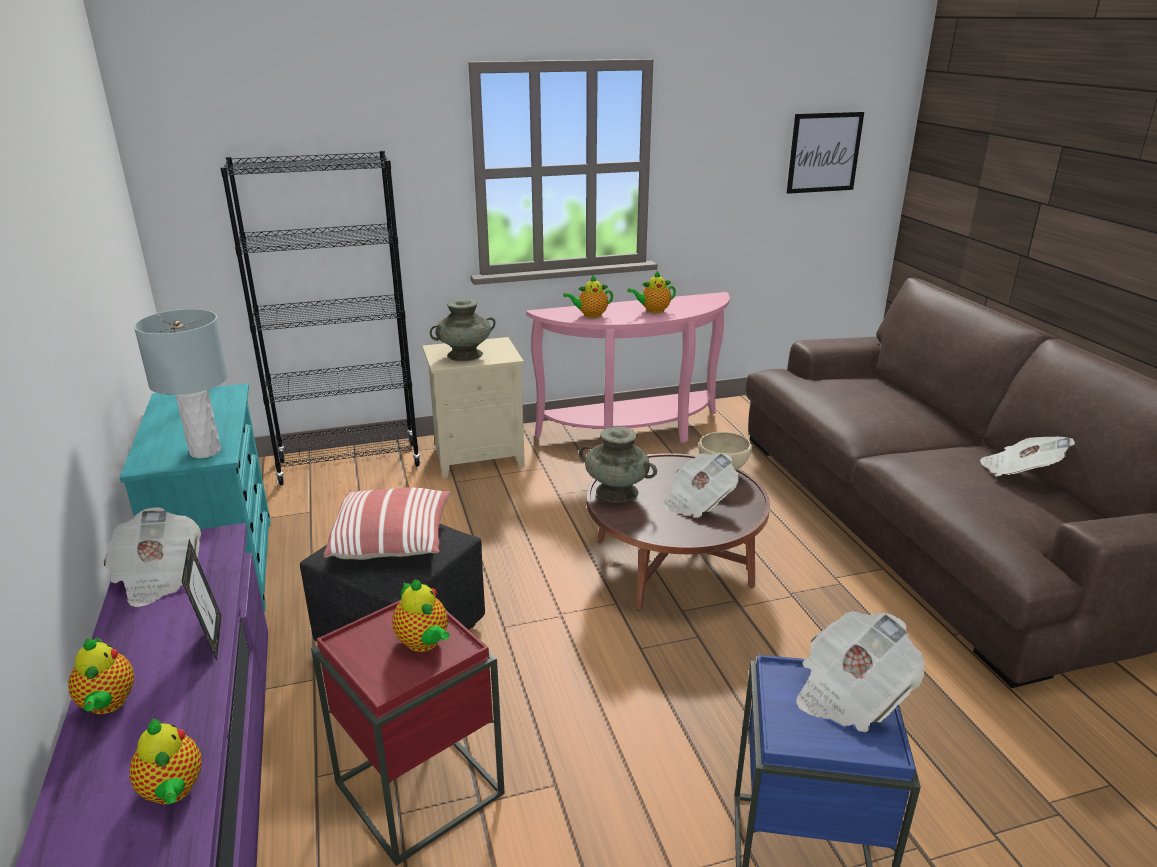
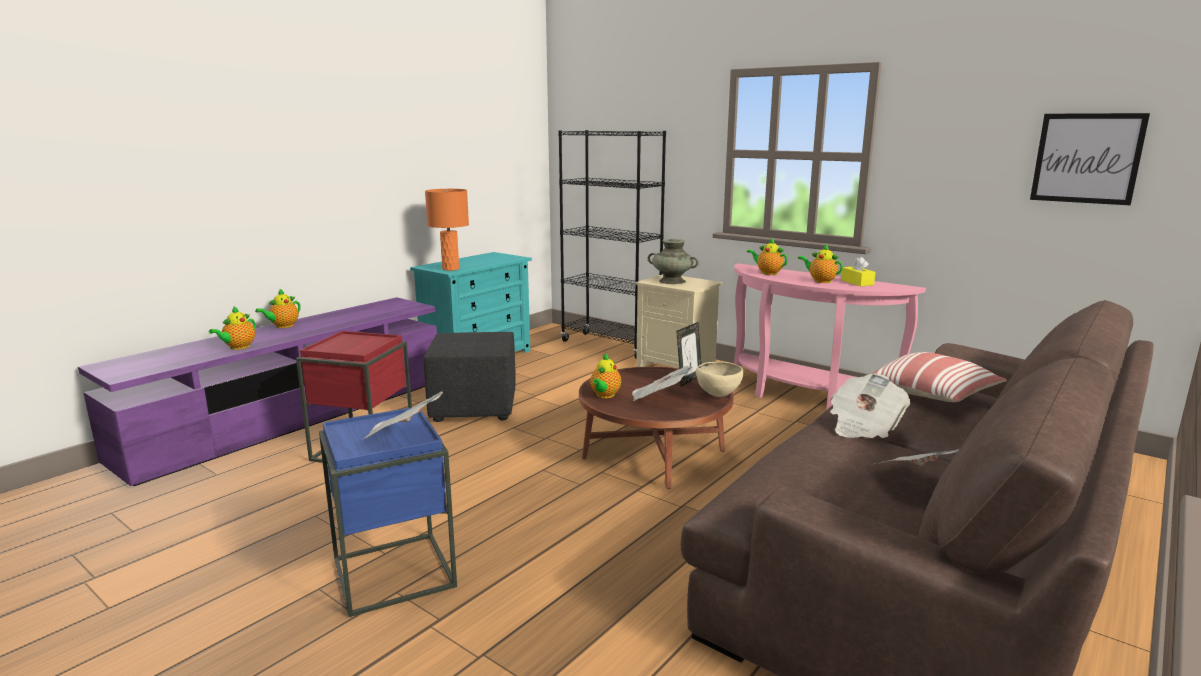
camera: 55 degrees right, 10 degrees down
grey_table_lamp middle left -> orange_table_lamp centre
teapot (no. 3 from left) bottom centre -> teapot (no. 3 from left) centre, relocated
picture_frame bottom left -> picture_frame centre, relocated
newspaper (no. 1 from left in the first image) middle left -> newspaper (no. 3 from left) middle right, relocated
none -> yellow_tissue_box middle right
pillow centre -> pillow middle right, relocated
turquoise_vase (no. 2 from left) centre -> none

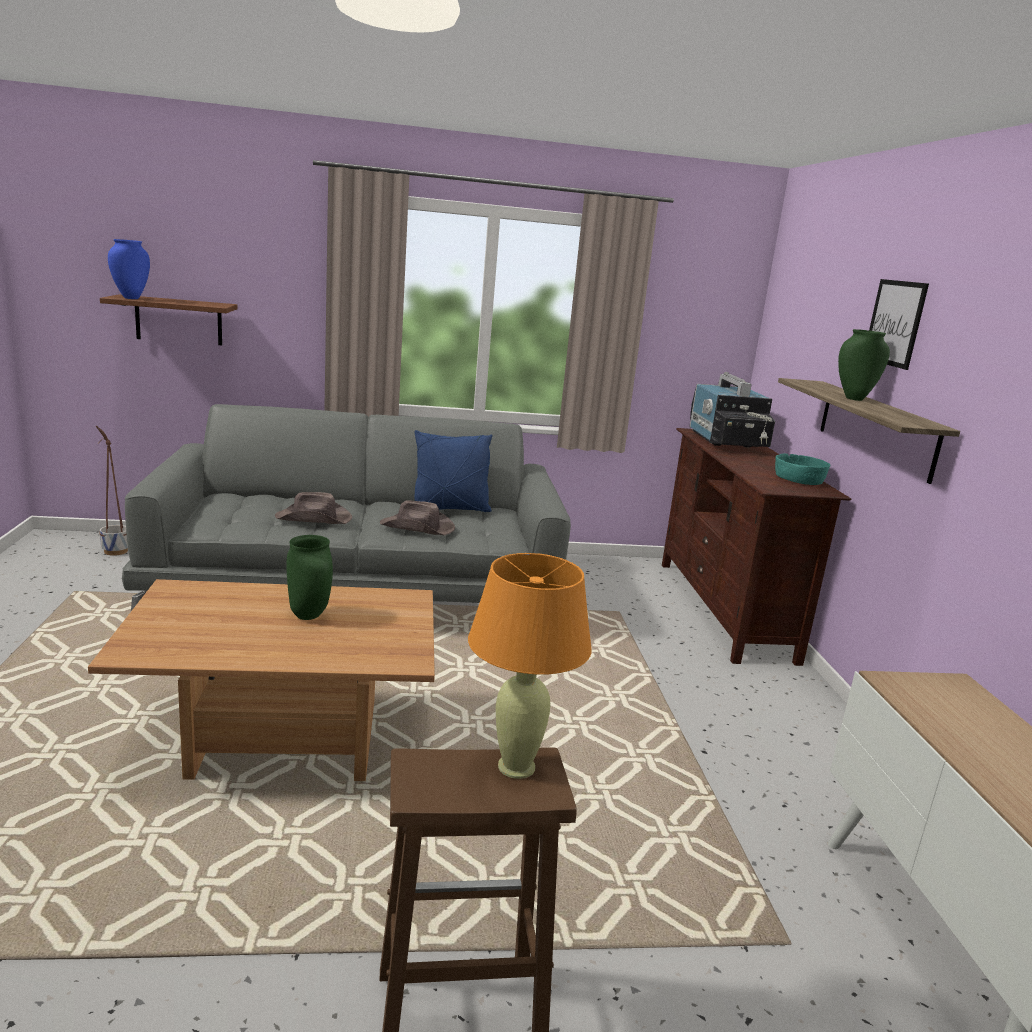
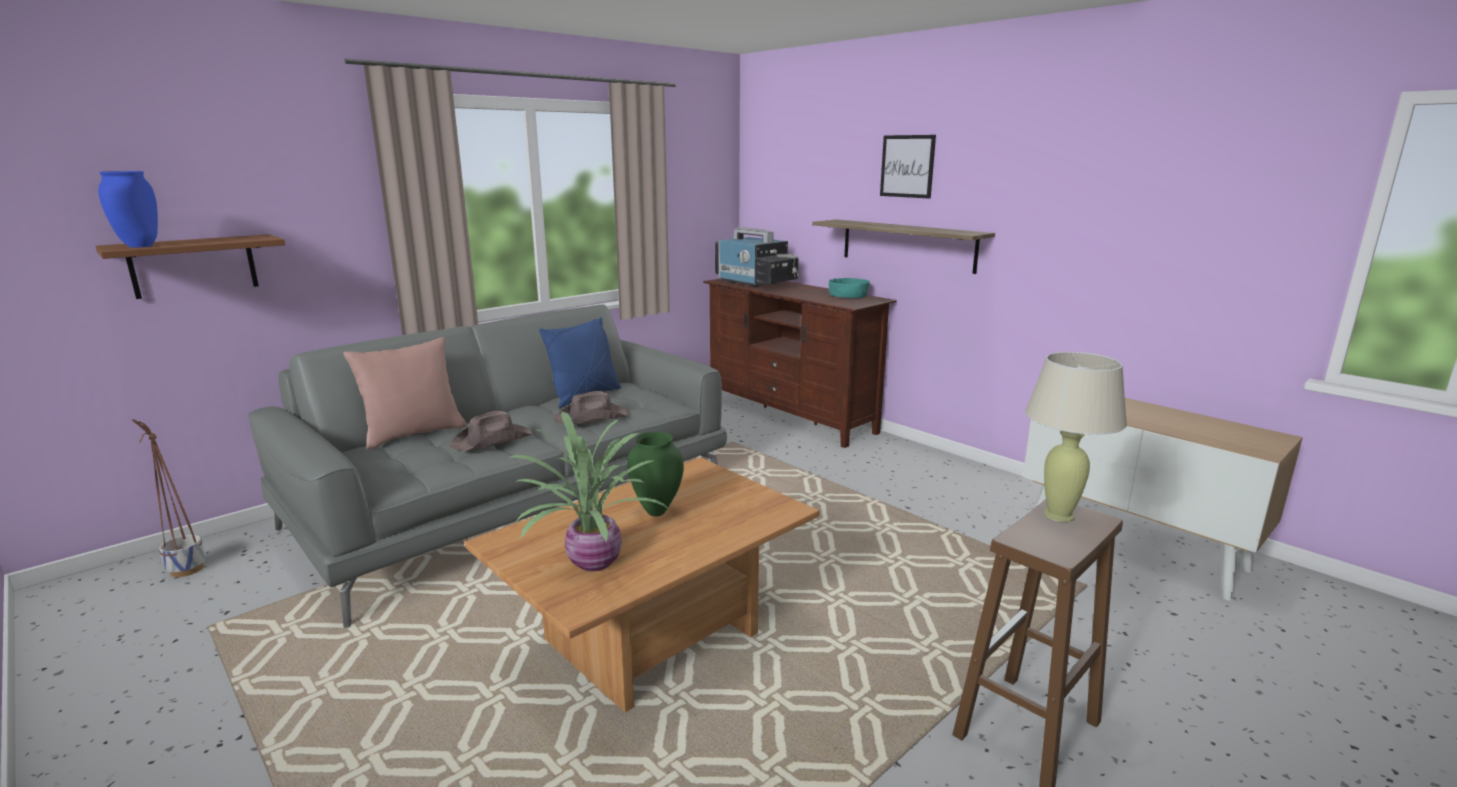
camera: 35 degrees left, 0 degrees up
none -> pink_pillow middle left
none -> potted_plant centre
orange_table_lamp centre -> beige_table_lamp middle right
green_vase (no. 2 from left) middle right -> none

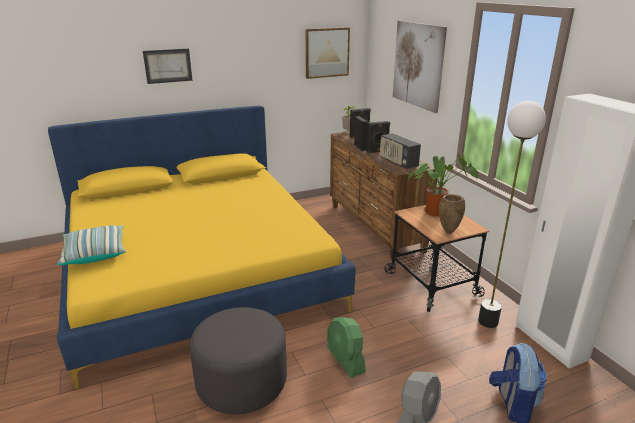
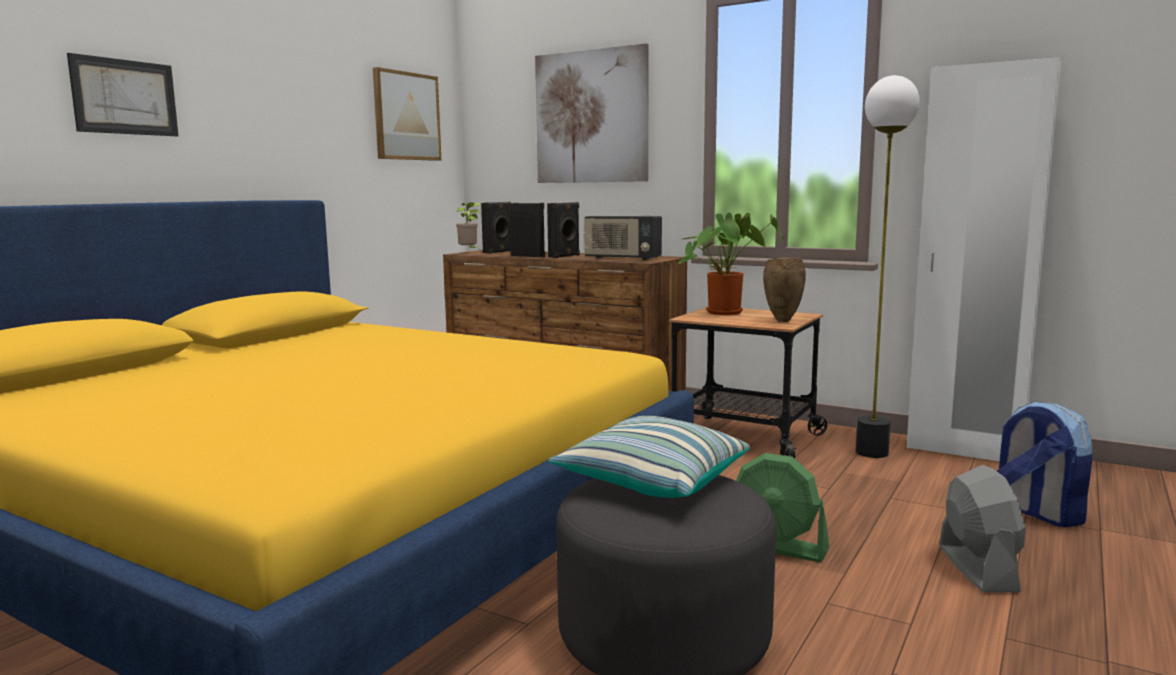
camera: 35 degrees left, 15 degrees down
pillow middle left -> pillow bottom centre, relocated

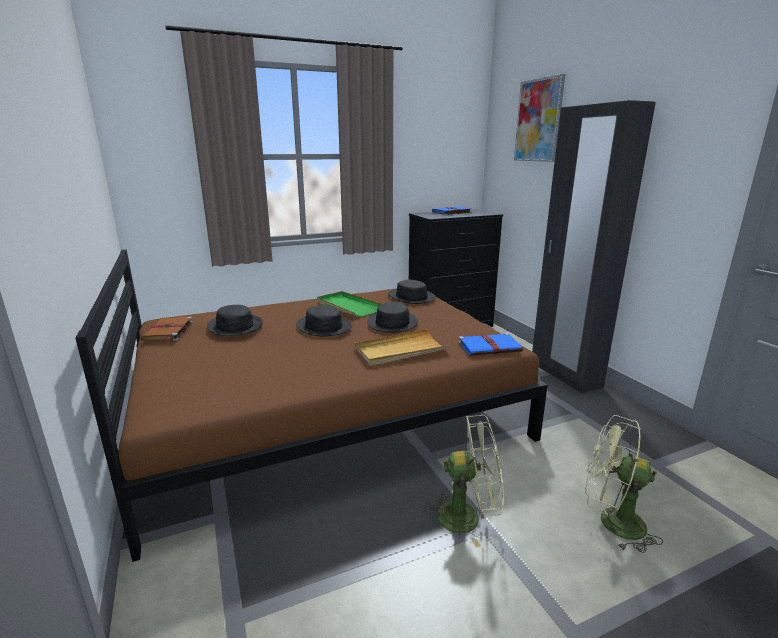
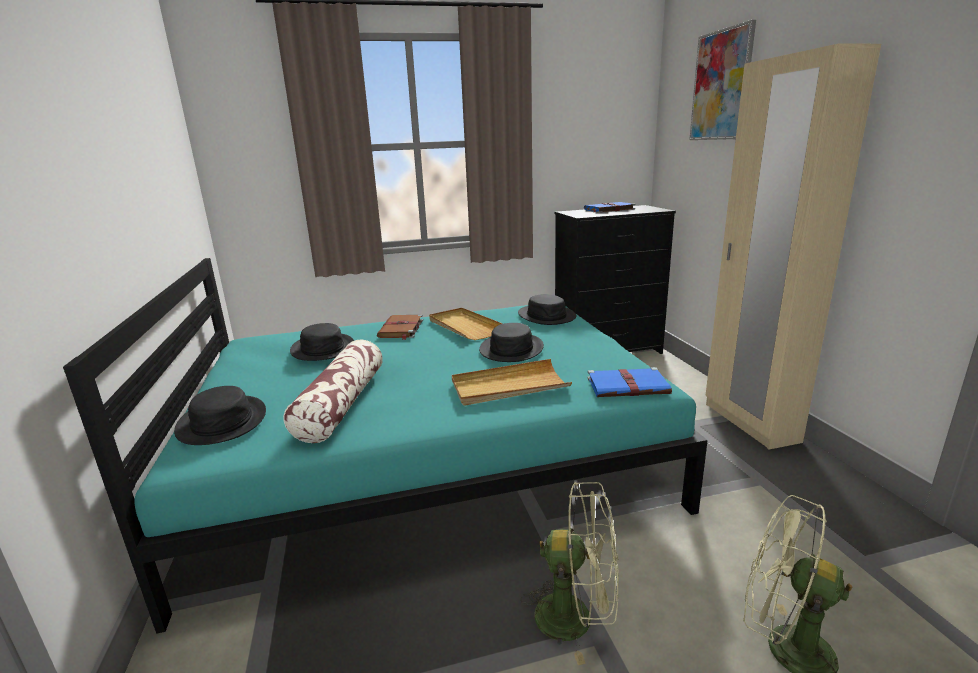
camera: 10 degrees right, 0 degrees up
brown_bed centre -> turquoise_bed centre
black_hat (no. 2 from left in the first image) centre -> black_hat (no. 1 from left) middle left, relocated
none -> pillow centre
brown_book middle left -> brown_book centre, relocated
green_tray centre -> beige_tray (no. 1 from left) centre
black_wardrobe middle right -> beige_wardrobe middle right

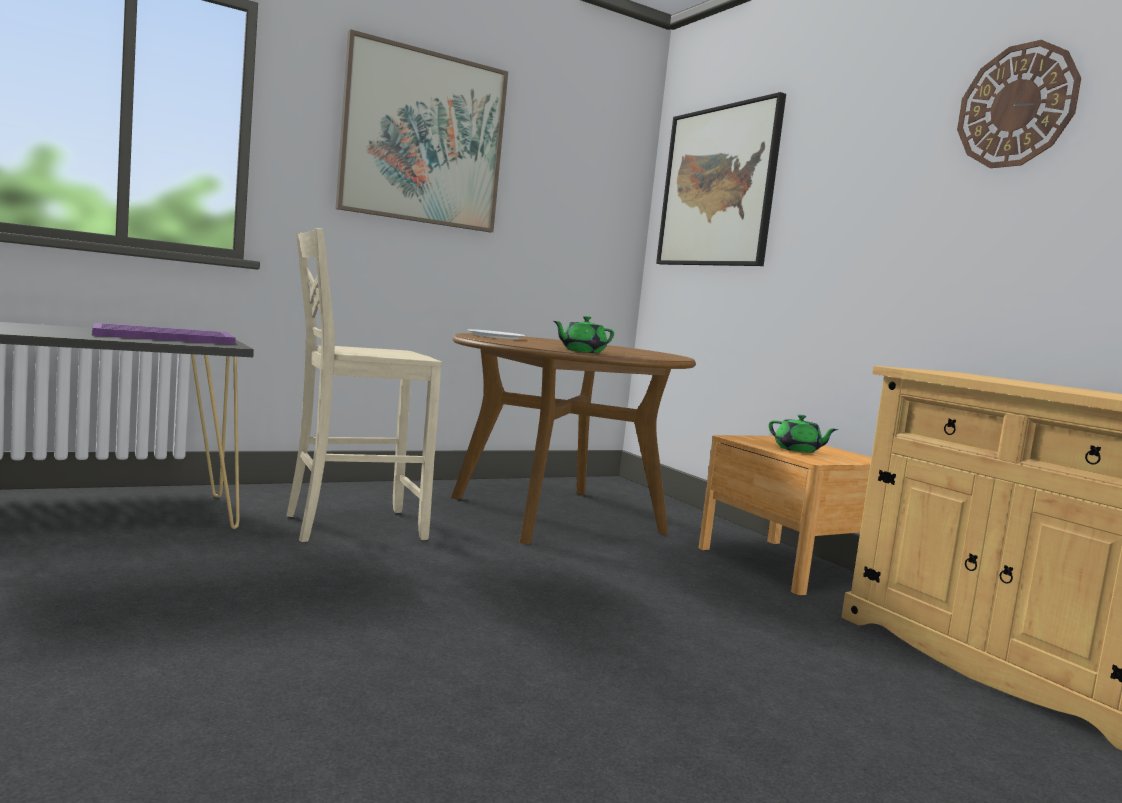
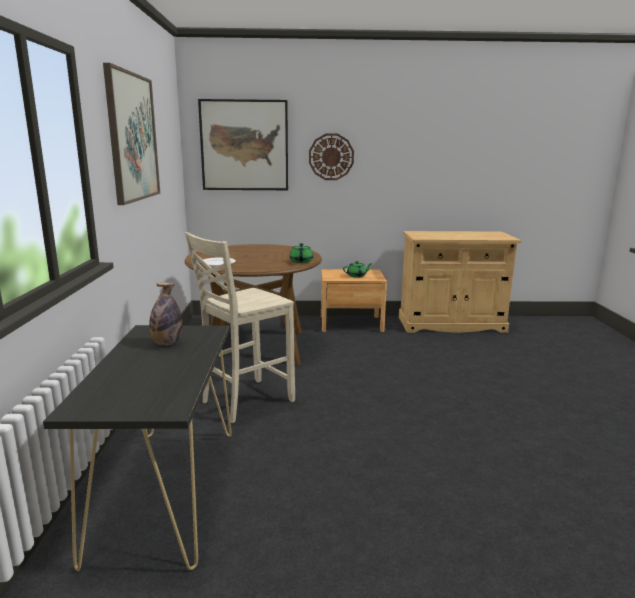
camera: 60 degrees left, 10 degrees up
purple_tray middle left -> bottle middle left
beige_chair middle left -> beige_chair centre, 45 degrees clockwise
wall_clock top right -> wall_clock top centre, relocated

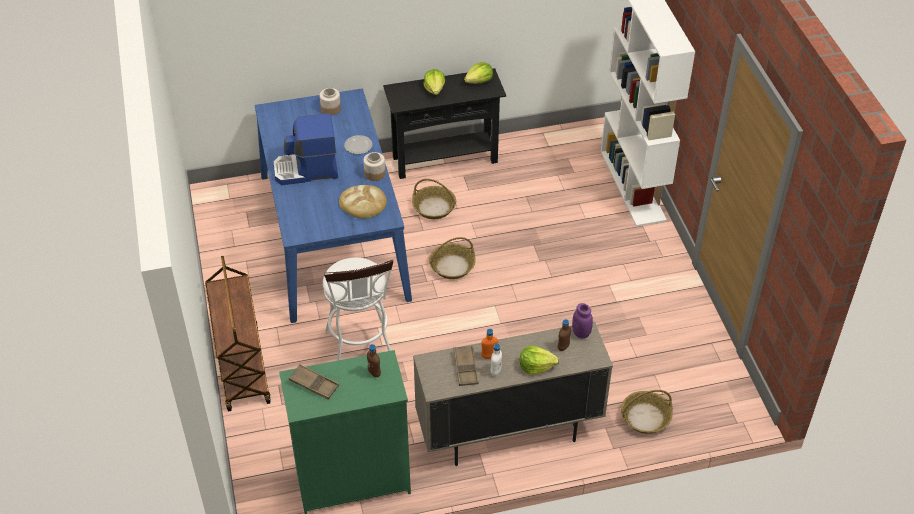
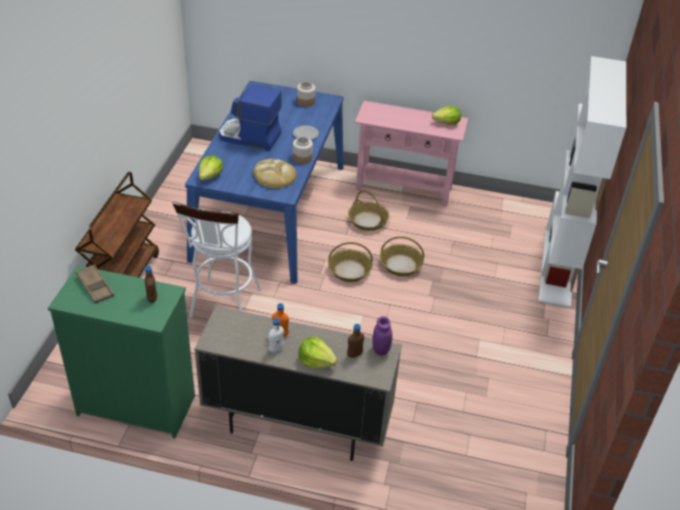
camera: 25 degrees right, 5 degrees down
lettuce (no. 1 from left) top centre -> lettuce (no. 1 from left) top left, relocated
black_console_table top centre -> pink_console_table top centre
basket (no. 3 from left) bottom right -> basket (no. 3 from left) centre, relocated
brown_tray (no. 2 from left) bottom centre -> none

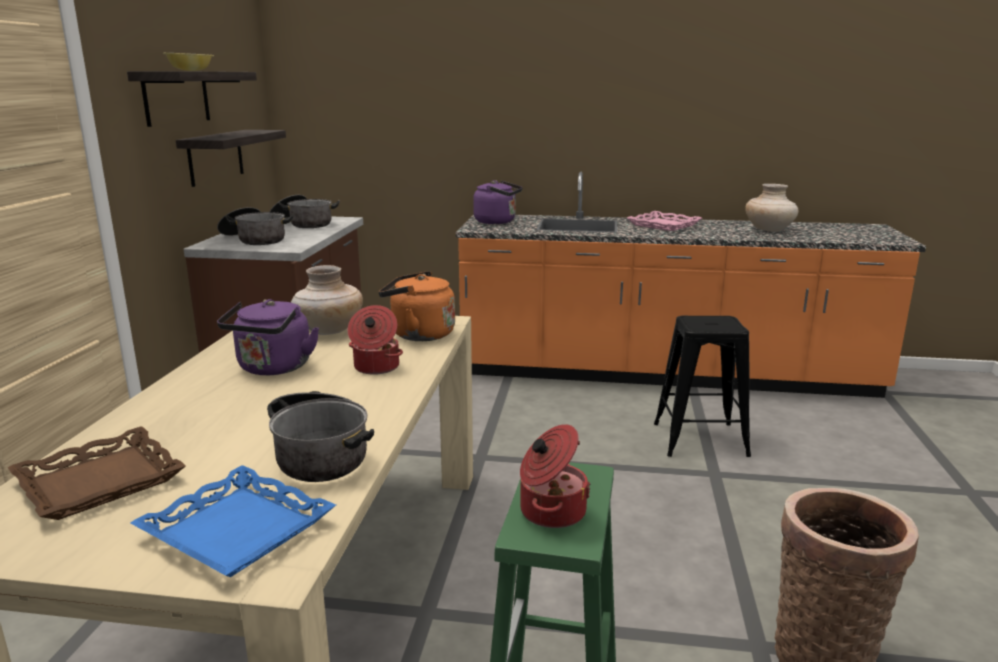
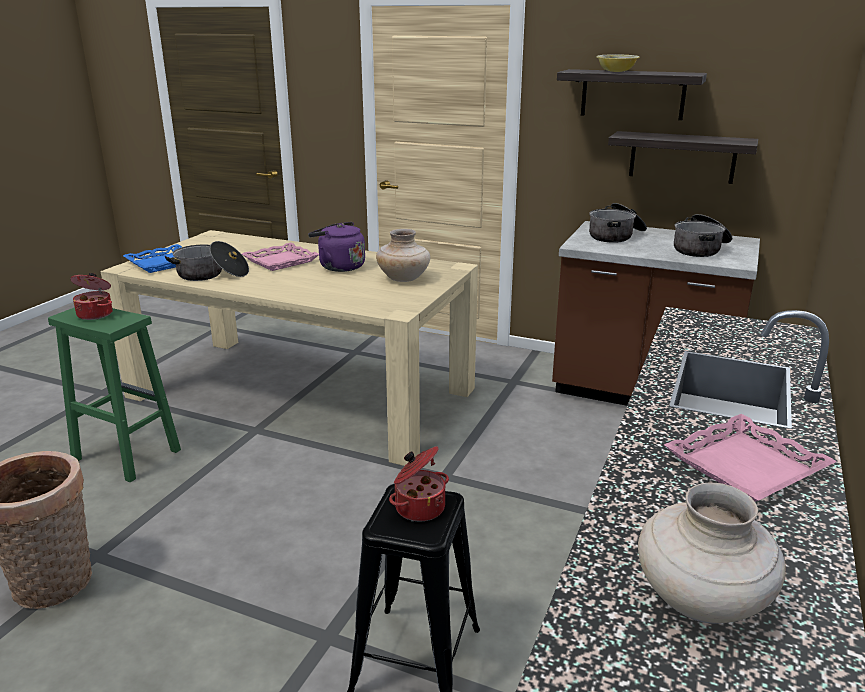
camera: 105 degrees right, 5 degrees up
none -> pink_tray (no. 1 from left) middle left
cooking_pot (no. 4 from left in the first image) centre -> cooking_pot (no. 3 from left) bottom centre, relocated
brown_tray bottom left -> none
orange_kettle centre -> none
purple_kettle (no. 2 from left) top centre -> none

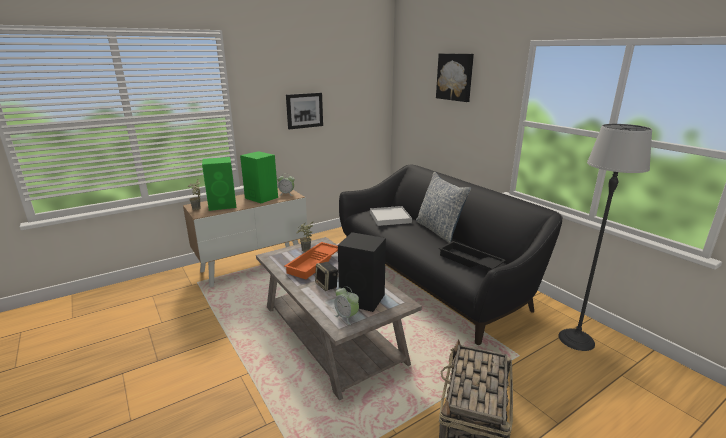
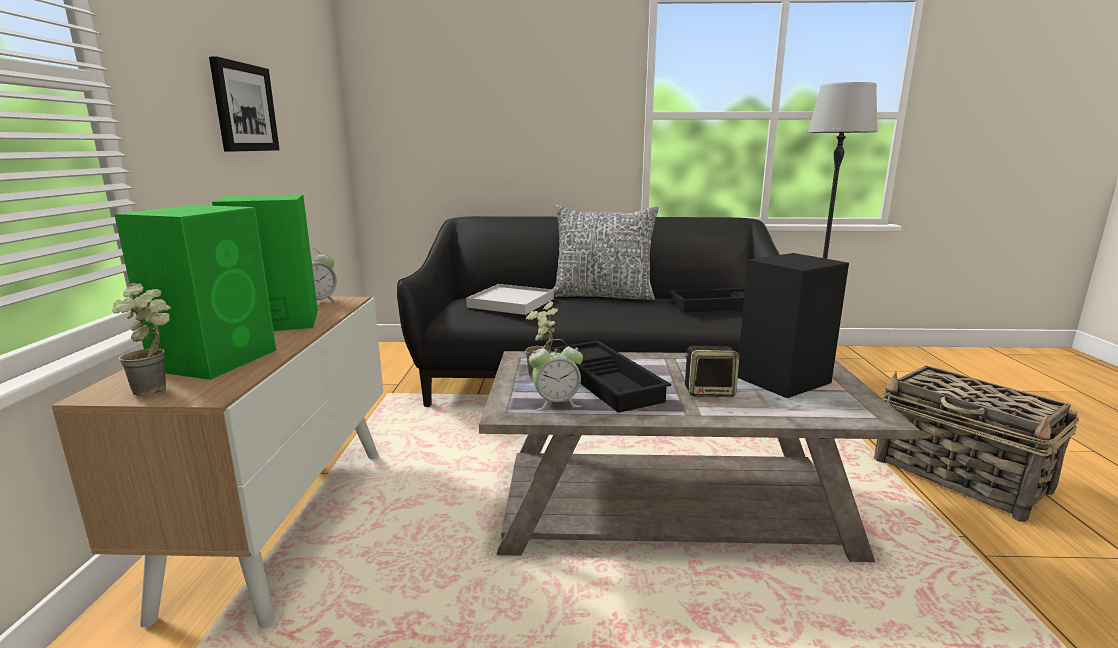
camera: 55 degrees left, 5 degrees down
alarm_clock (no. 2 from left) bottom centre -> alarm_clock (no. 2 from left) centre, relocated
orange_tray centre -> black_tray (no. 1 from left) centre
picture (no. 2 from left) top centre -> none

